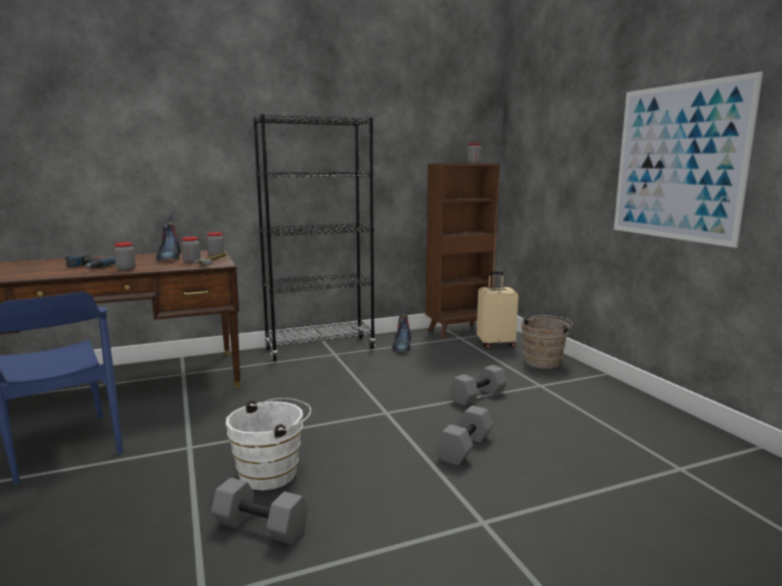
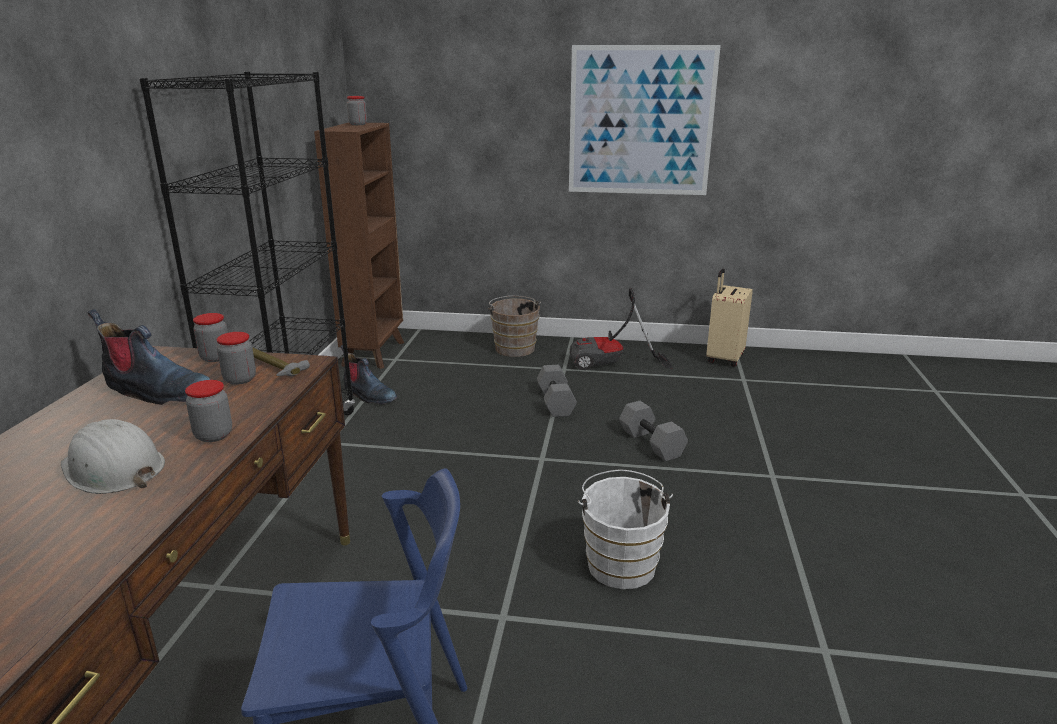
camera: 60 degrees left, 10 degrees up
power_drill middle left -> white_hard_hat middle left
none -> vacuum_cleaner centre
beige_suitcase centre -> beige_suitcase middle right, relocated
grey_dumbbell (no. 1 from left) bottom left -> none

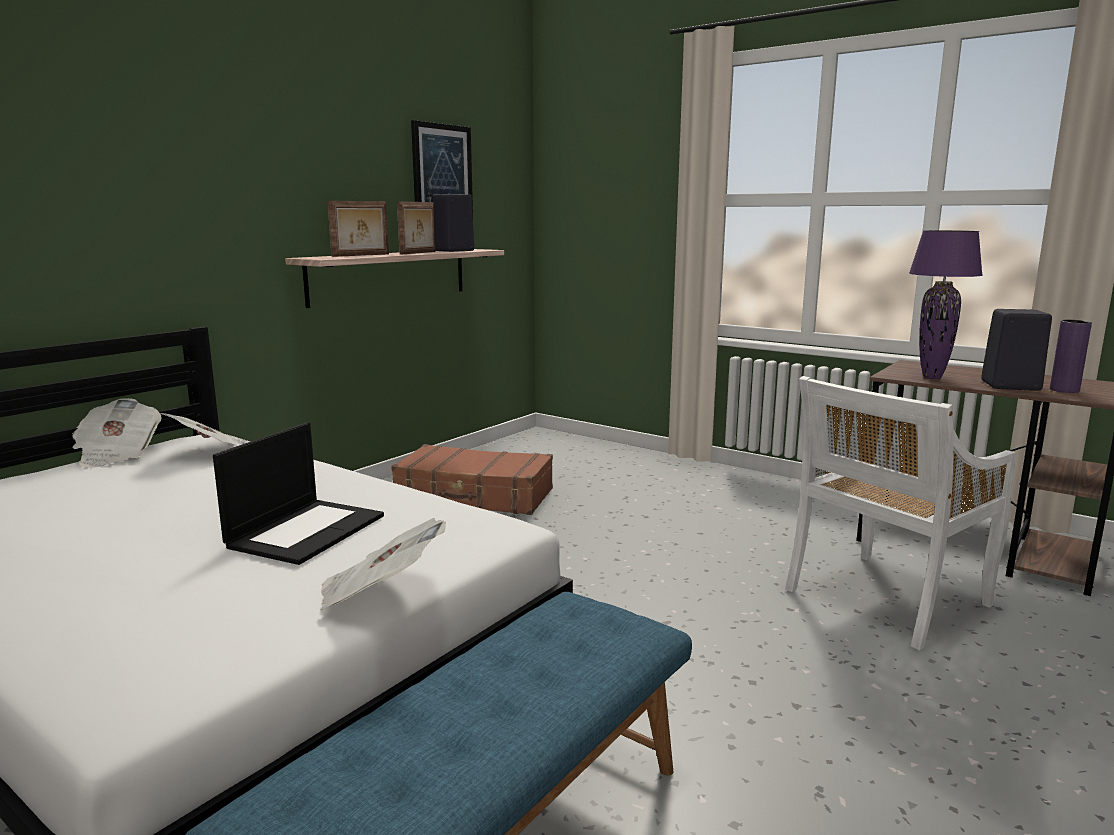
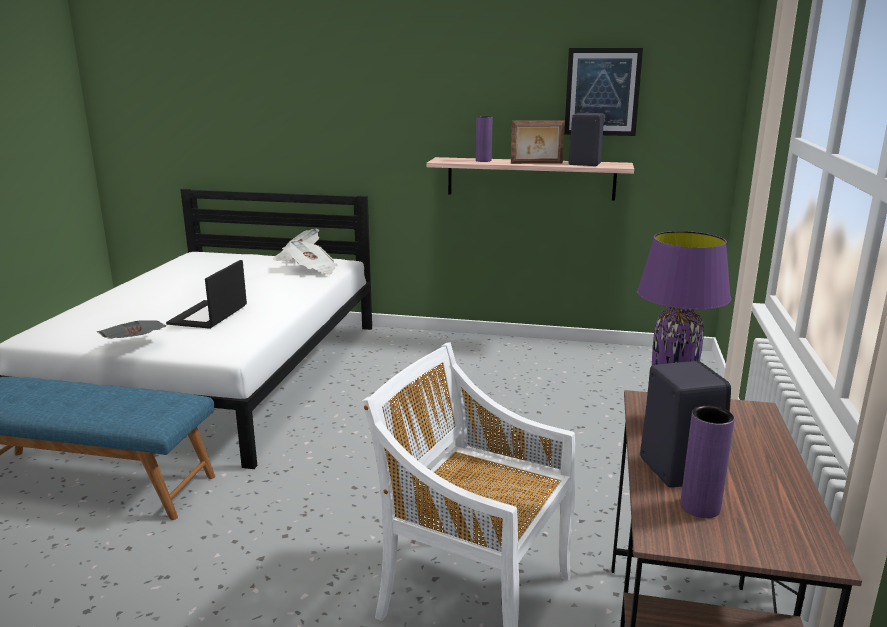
camera: 65 degrees right, 5 degrees up
laptop middle left, 105 degrees clockwise
picture_frame (no. 1 from left) top left -> purple_vase (no. 1 from left) top centre
brown_suitcase centre -> none

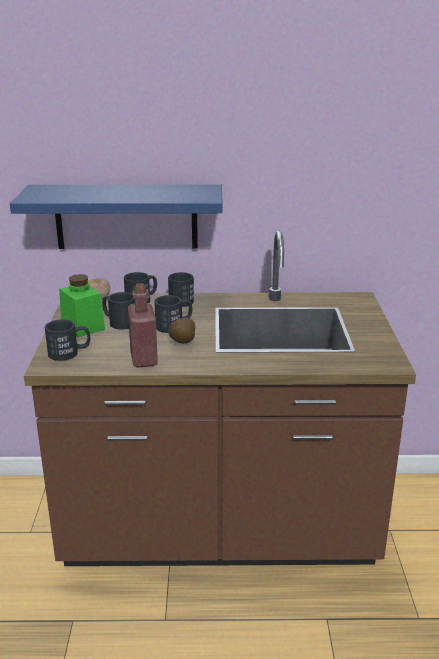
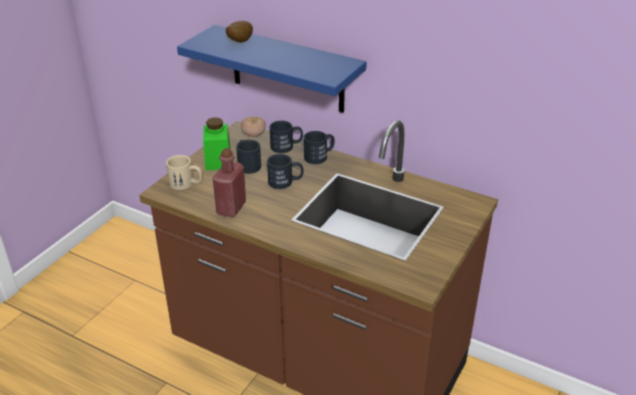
camera: 30 degrees right, 10 degrees up
black_mug (no. 1 from left) middle left -> beige_mug middle left
potato centre -> potato top centre, relocated

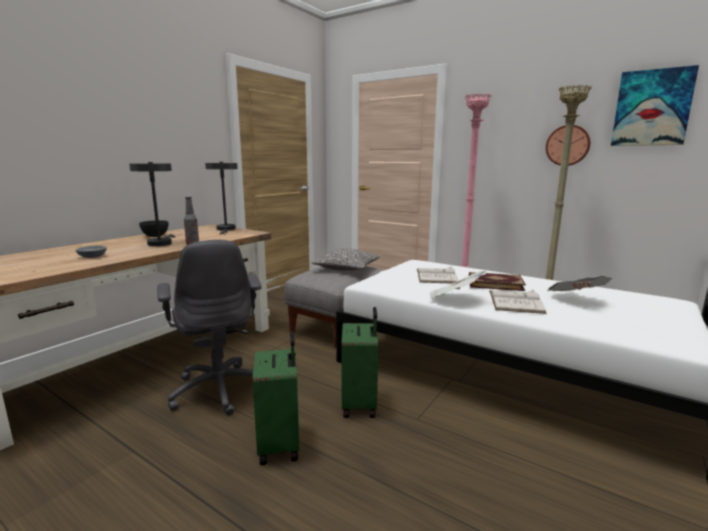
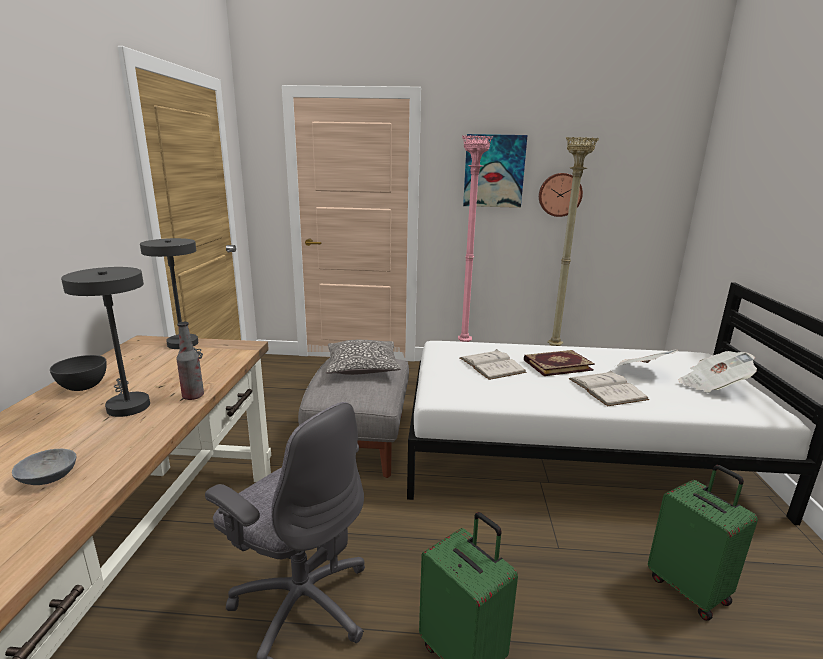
camera: 30 degrees left, 5 degrees up
picture top right -> picture top centre, relocated
green_suitcase (no. 2 from left) bottom centre -> green_suitcase (no. 2 from left) bottom right, relocated
newspaper (no. 1 from left in the first image) centre -> newspaper (no. 2 from left) middle right, relocated

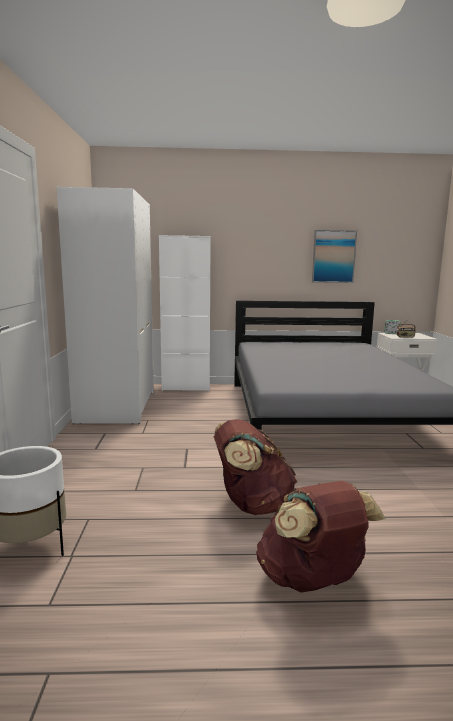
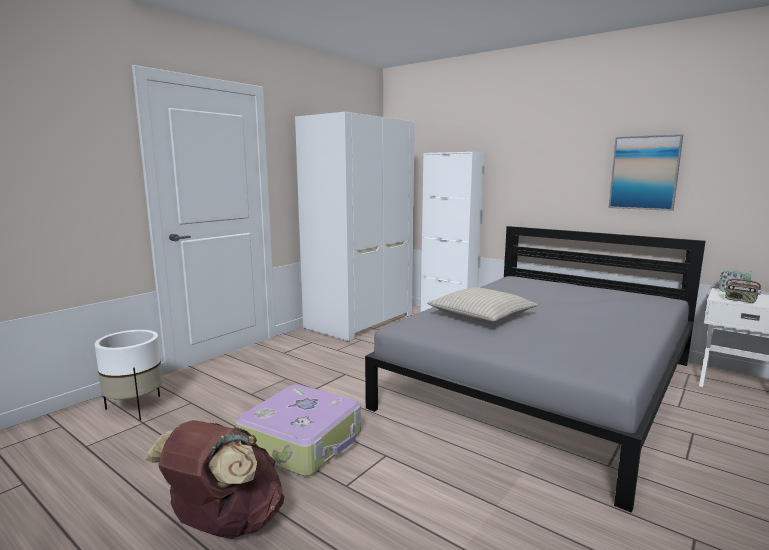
camera: 40 degrees right, 0 degrees up
brown_backpack (no. 1 from left) centre -> suitcase bottom centre
none -> beige_pillow centre

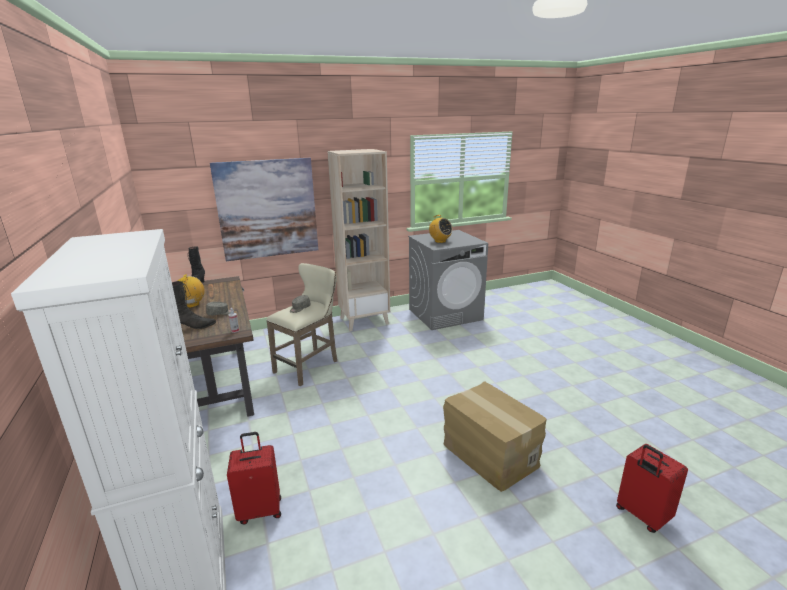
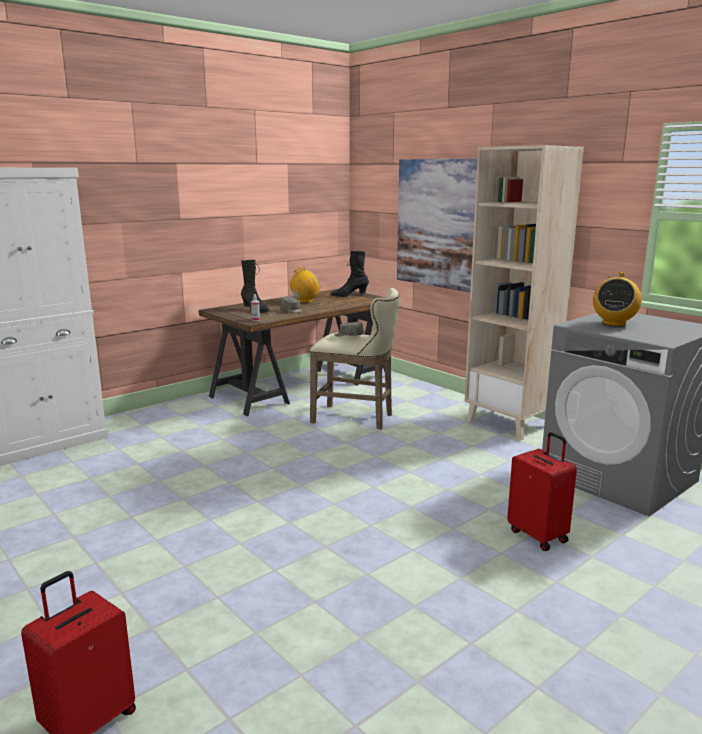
camera: 70 degrees right, 5 degrees down
red_suitcase (no. 1 from left in the first image) bottom left -> red_suitcase (no. 2 from left) bottom right, relocated
cardboard_box bottom centre -> none

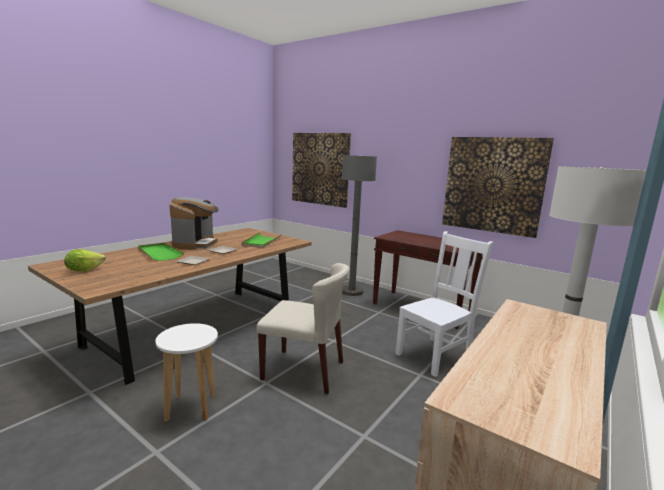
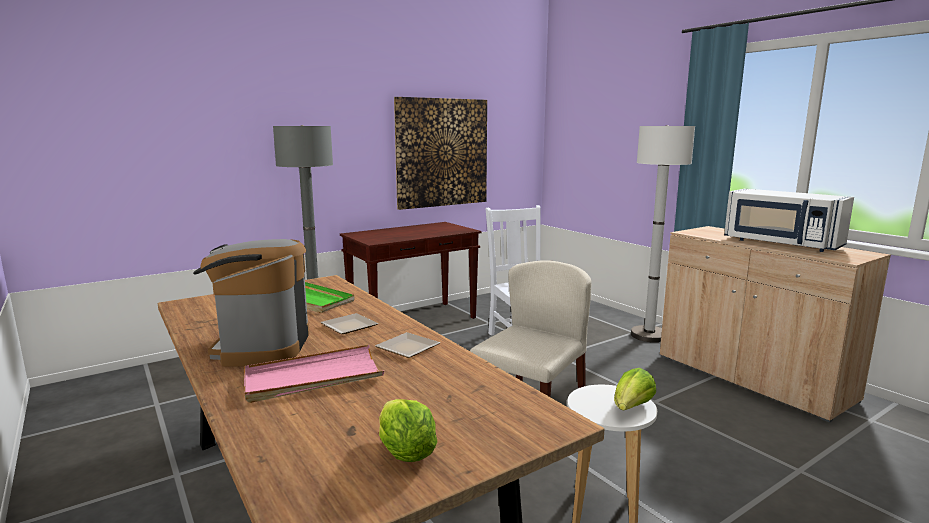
camera: 70 degrees left, 0 degrees up
coffee_machine middle left, 120 degrees counterclockwise
green_tray (no. 1 from left) middle left -> pink_tray bottom centre
none -> lettuce (no. 2 from left) bottom right
none -> white_microwave middle right
picture (no. 1 from left) centre -> none

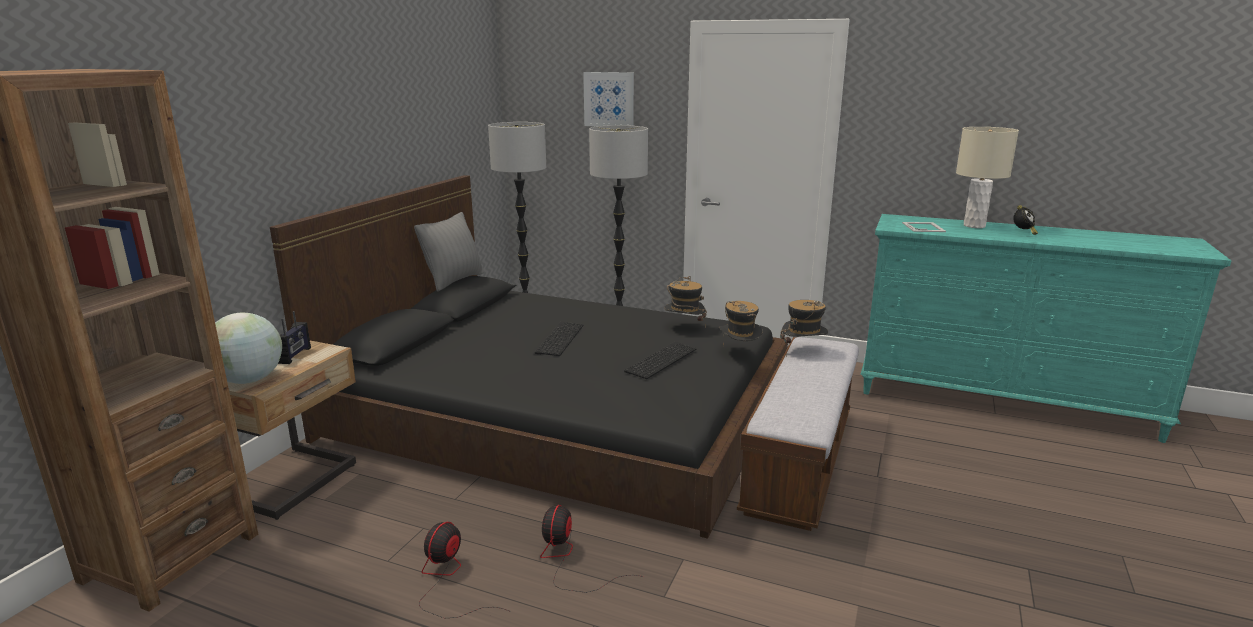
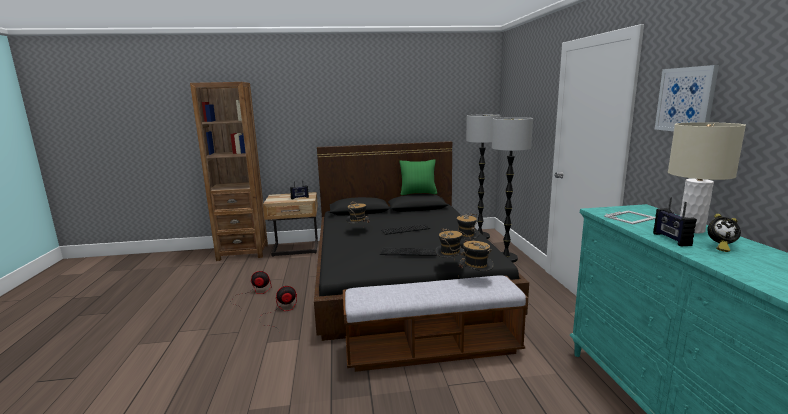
camera: 60 degrees right, 5 degrees down
none -> hat (no. 1 from left) centre
grey_pillow centre -> green_pillow centre
none -> radio (no. 2 from left) middle right
picture top centre -> picture top right, relocated
globe middle left -> none

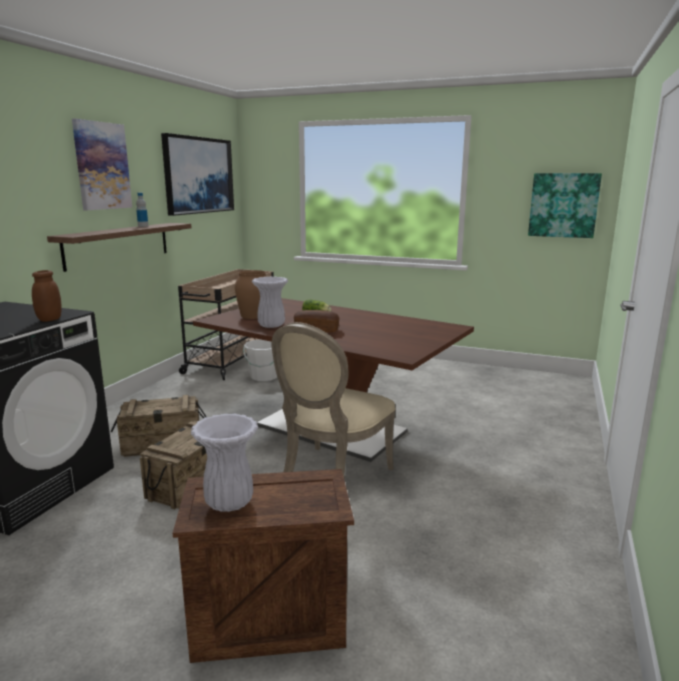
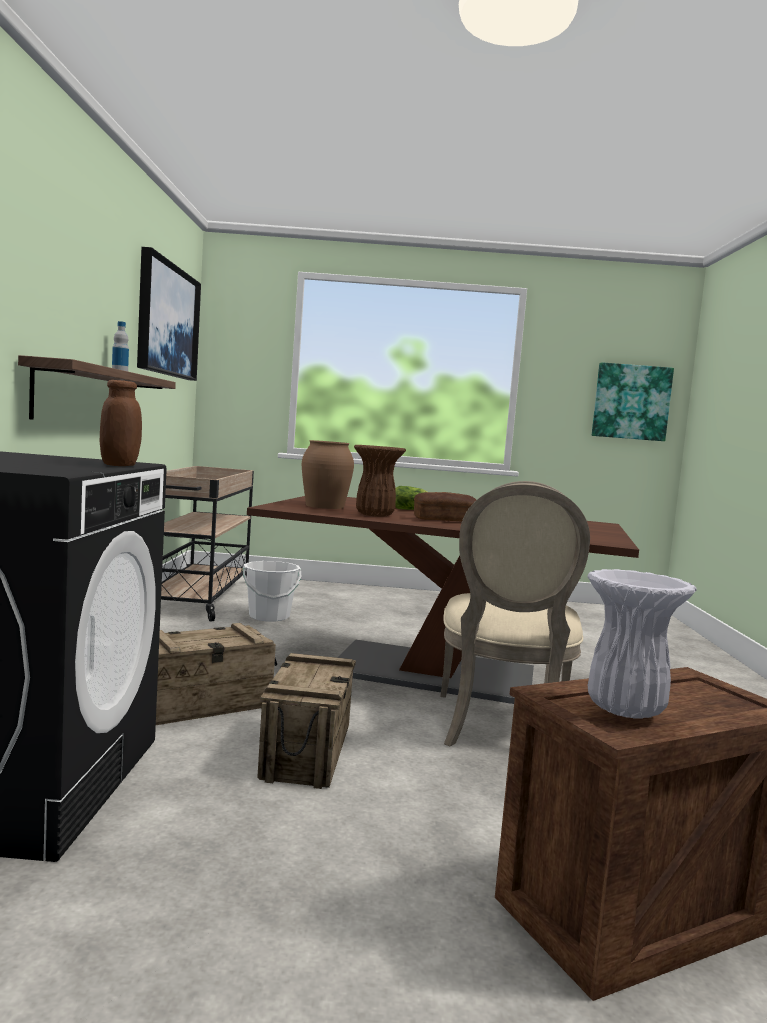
camera: 20 degrees left, 10 degrees down
white_vase (no. 2 from left) centre -> brown_vase (no. 2 from left) centre
picture (no. 1 from left) top left -> none

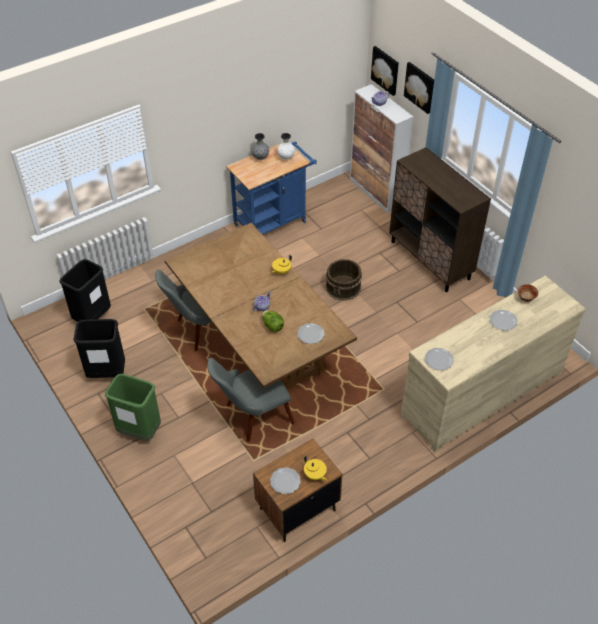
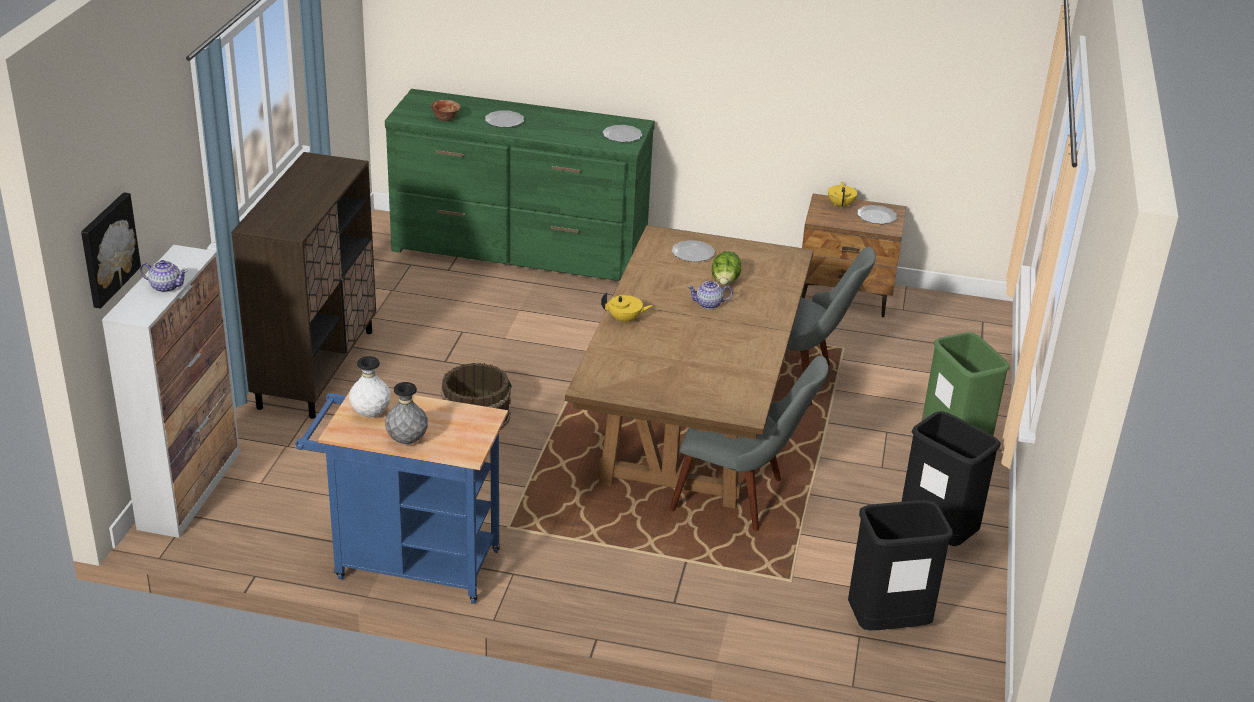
camera: 135 degrees left, 15 degrees down
beige_dresser middle right -> green_dresser top centre
picture (no. 2 from left) top right -> none

